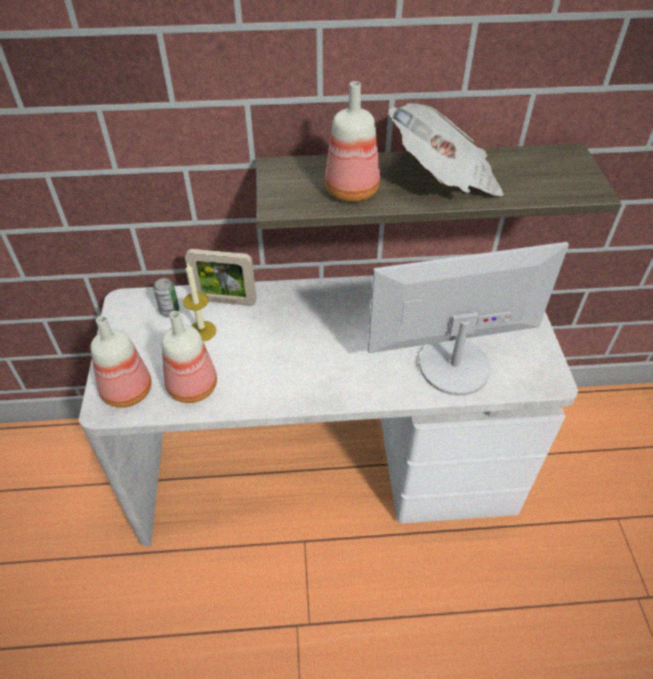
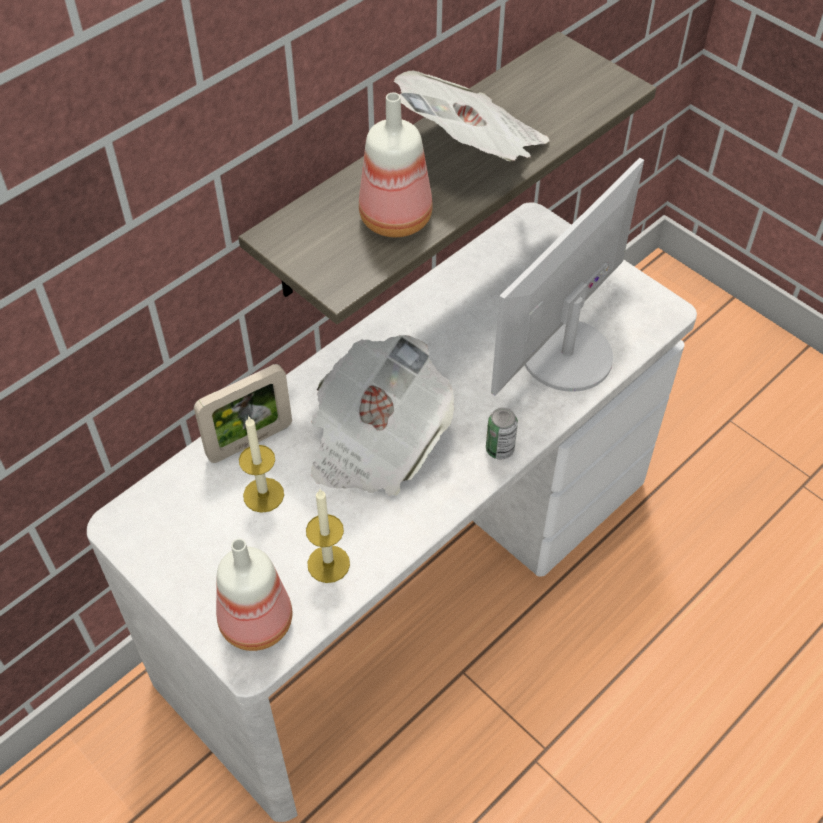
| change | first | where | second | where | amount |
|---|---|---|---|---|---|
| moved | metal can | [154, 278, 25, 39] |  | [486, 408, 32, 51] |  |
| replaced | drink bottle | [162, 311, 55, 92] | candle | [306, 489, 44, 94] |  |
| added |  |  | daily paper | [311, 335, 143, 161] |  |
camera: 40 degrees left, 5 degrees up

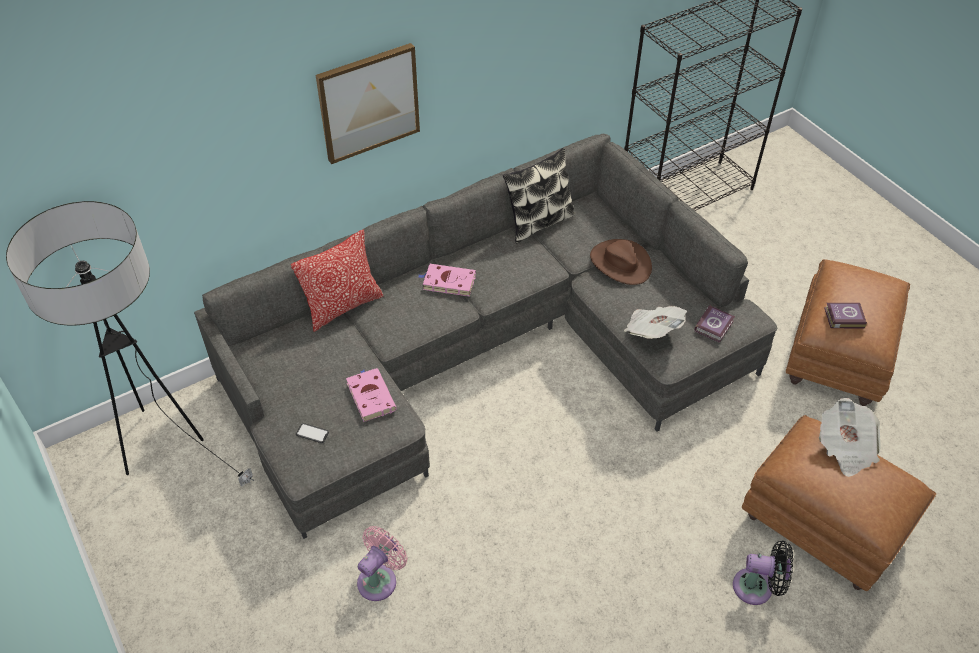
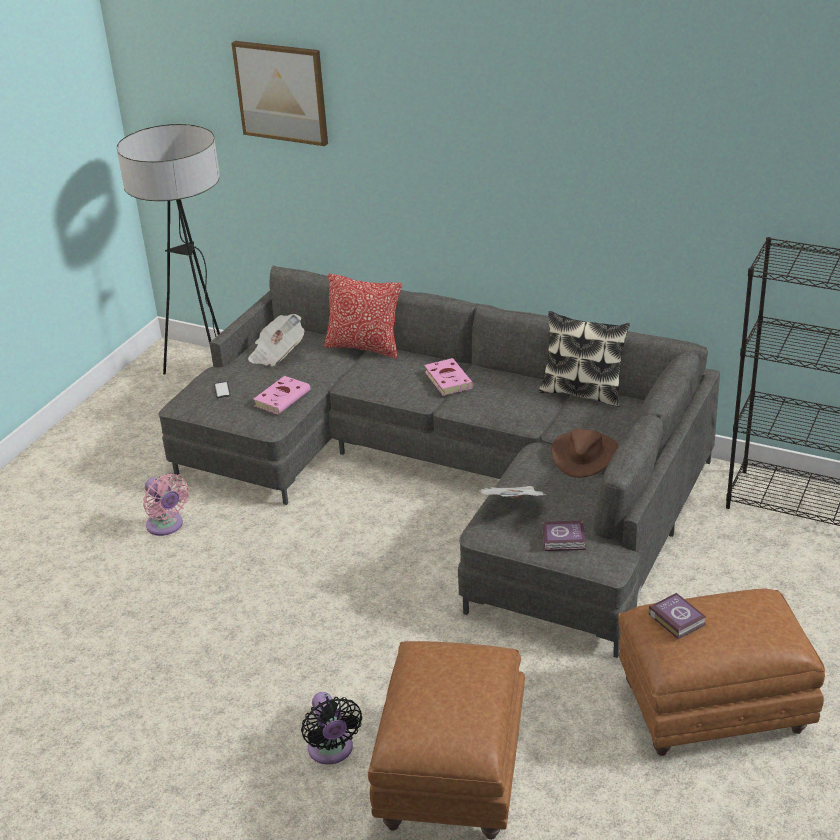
| change | first | where | second | where | amount |
|---|---|---|---|---|---|
| moved | wall picture | [316, 43, 104, 121] |  | [231, 41, 97, 105] |  |
| moved | daily paper | [819, 398, 62, 79] |  | [248, 314, 57, 52] |  |
| turned | fan in pink | [357, 526, 50, 75] |  | [143, 474, 46, 62] | 45 degrees clockwise |
camera: 60 degrees right, 15 degrees down

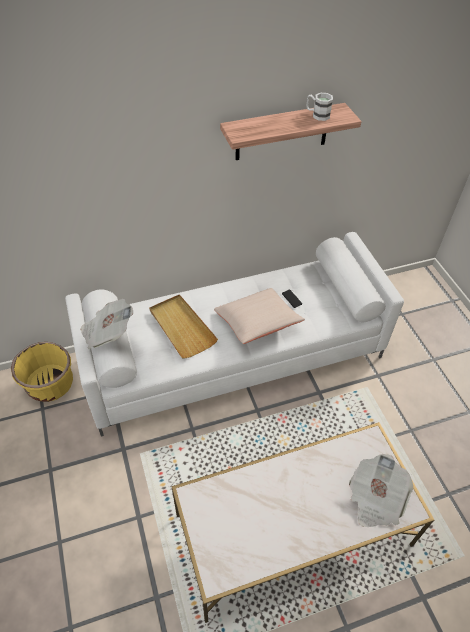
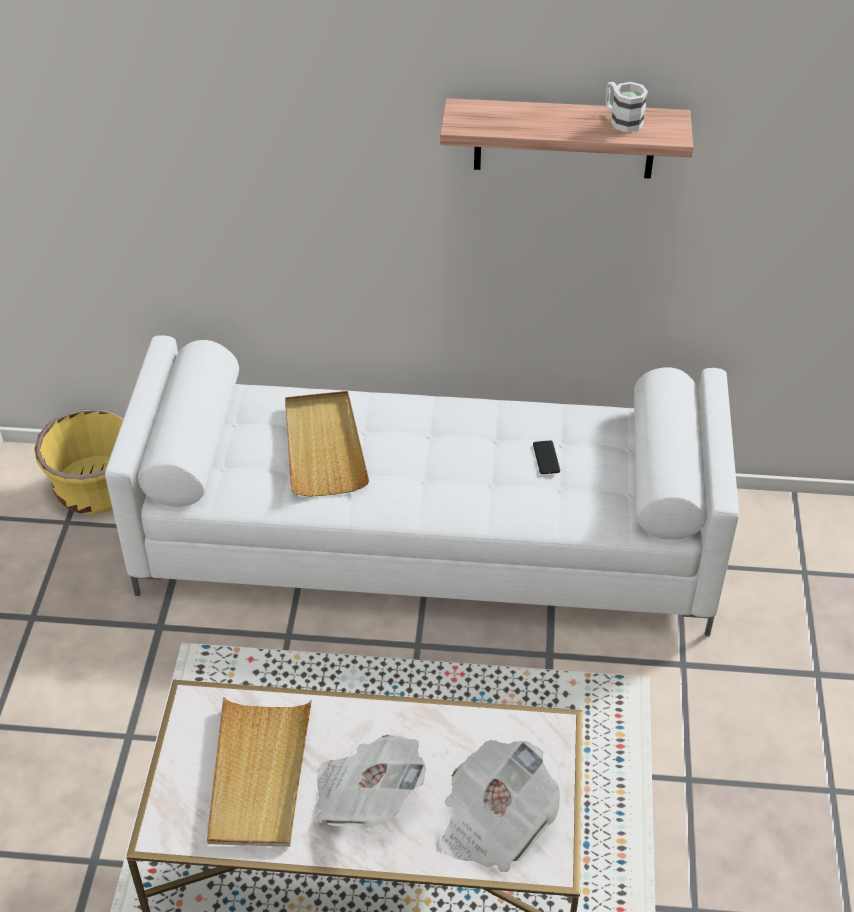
| change | first | where | second | where | amount |
|---|---|---|---|---|---|
| removed | throw pillow in beige-coloured | [214, 288, 91, 56] |  |  |  |
| moved | daily paper | [80, 299, 53, 50] |  | [316, 734, 110, 94] |  |
| added |  |  | tray in beige-coloured | [207, 697, 105, 150] |  |
camera: 25 degrees right, 5 degrees down

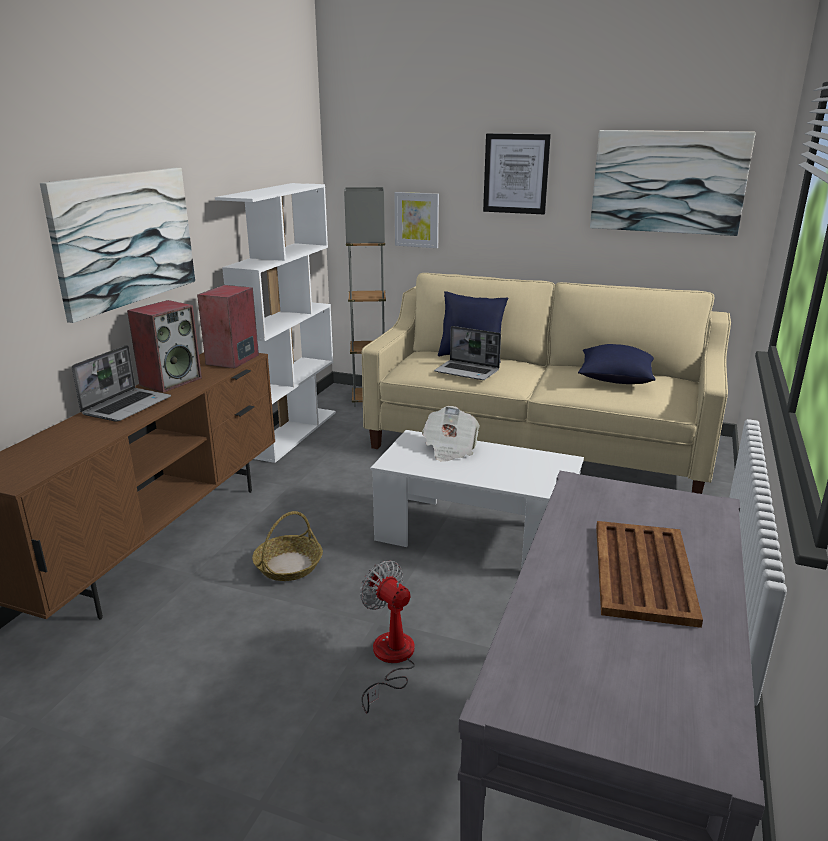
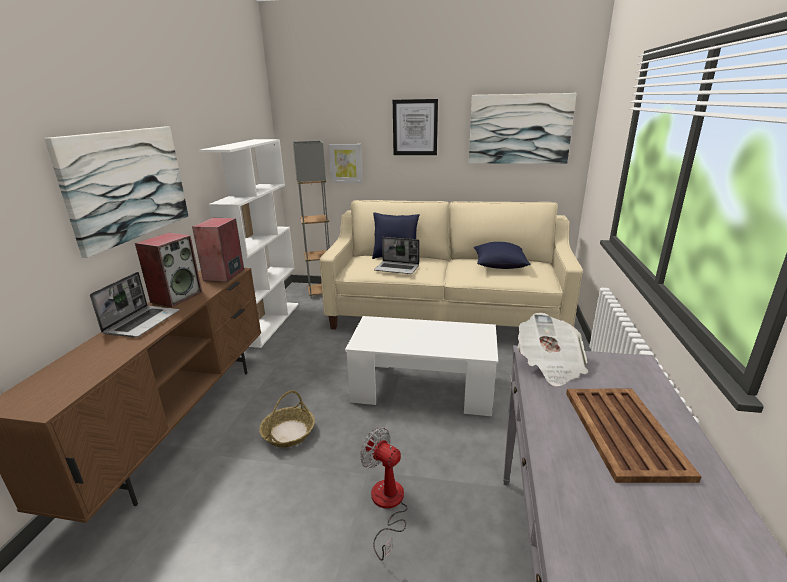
| change | first | where | second | where | amount |
|---|---|---|---|---|---|
| moved | daily paper | [422, 406, 58, 56] |  | [518, 313, 70, 74] |  |
camera: 10 degrees left, 0 degrees up

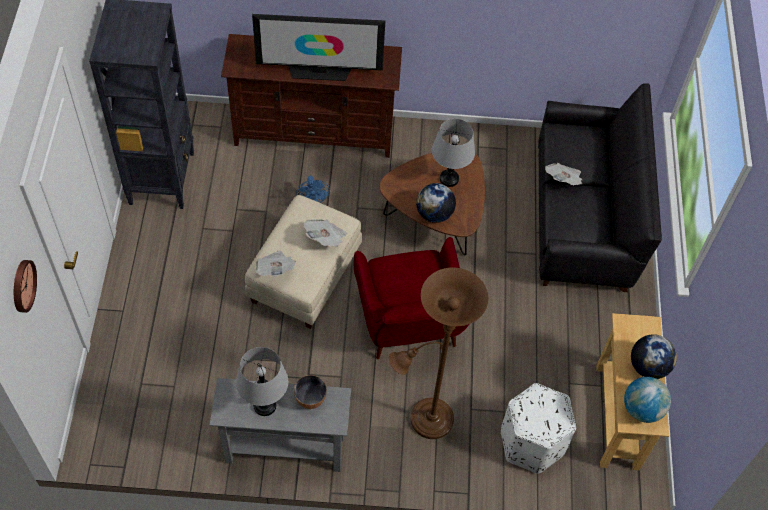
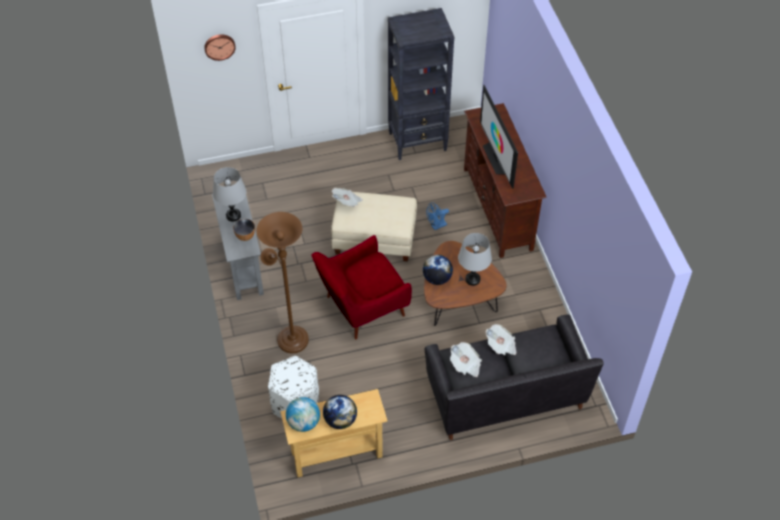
| change | first | where | second | where | amount |
|---|---|---|---|---|---|
| moved | daily paper | [303, 219, 44, 28] |  | [450, 342, 32, 35] |  |
camera: 75 degrees right, 5 degrees down

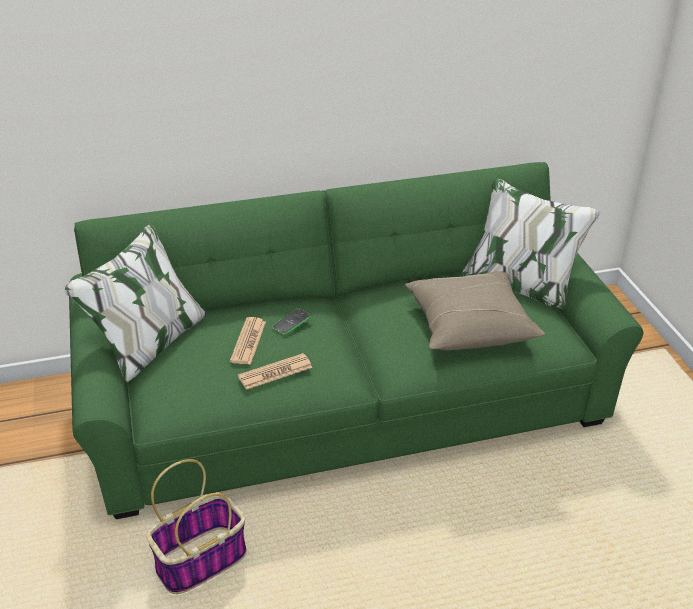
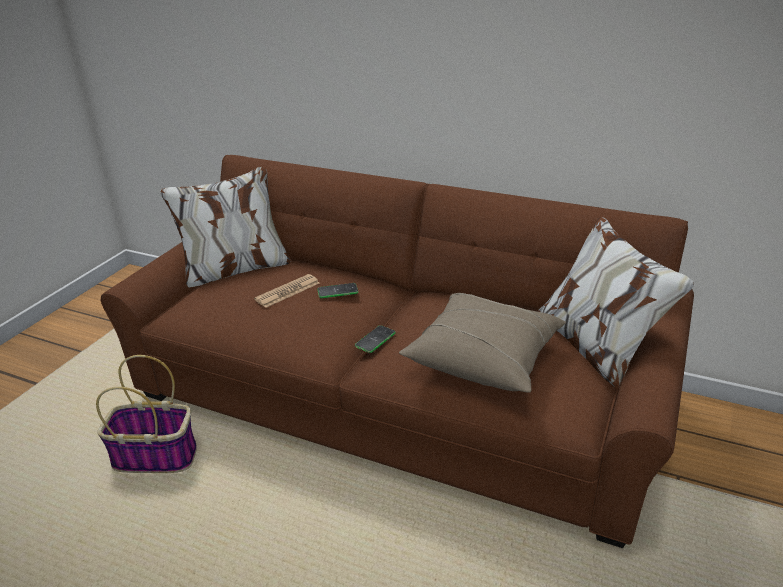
| change | first | where | second | where | amount |
|---|---|---|---|---|---|
| recoloured | sofa in green-coloured | [64, 162, 579, 357] | sofa in brown | [101, 155, 593, 393] |  |
| removed | daily paper | [238, 353, 74, 37] |  |  |  |
| added |  |  | handset | [355, 325, 41, 28] |  |
camera: 40 degrees right, 5 degrees down

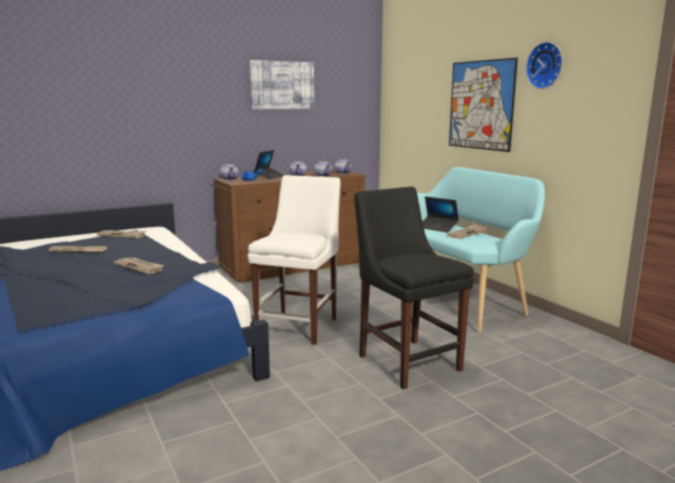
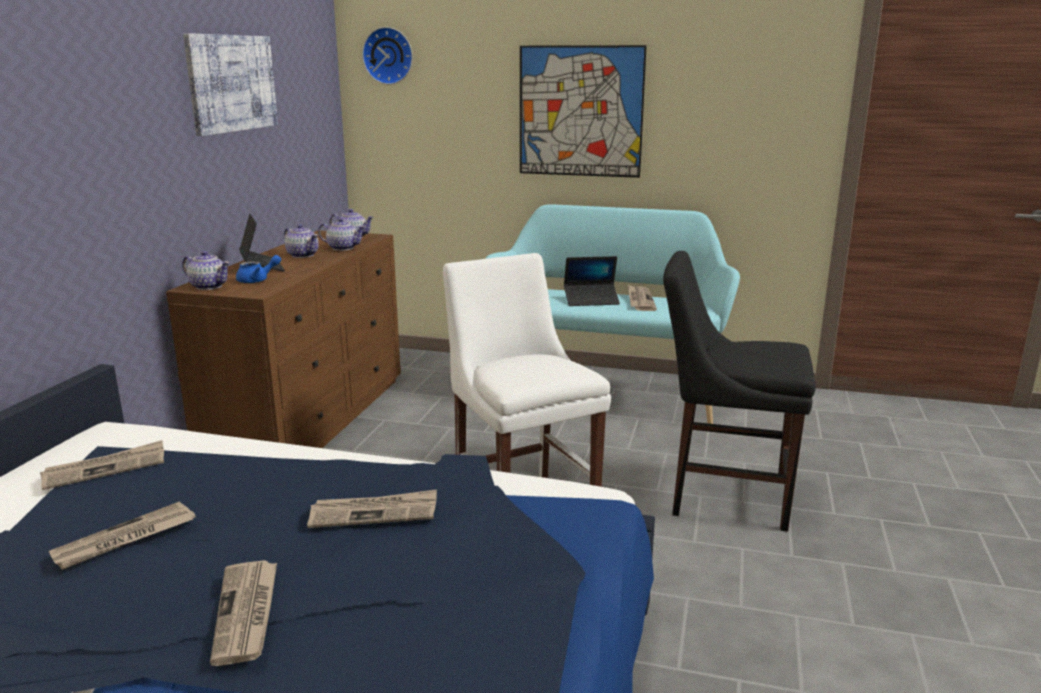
| change | first | where | second | where | amount |
|---|---|---|---|---|---|
| moved | wall clock | [526, 42, 37, 47] |  | [362, 27, 51, 58] |  |
| added |  |  | daily paper | [210, 560, 67, 106] |  |
camera: 45 degrees left, 5 degrees up

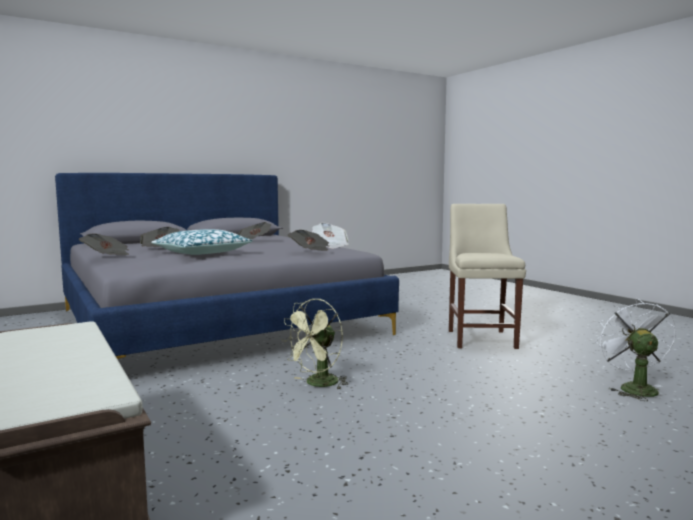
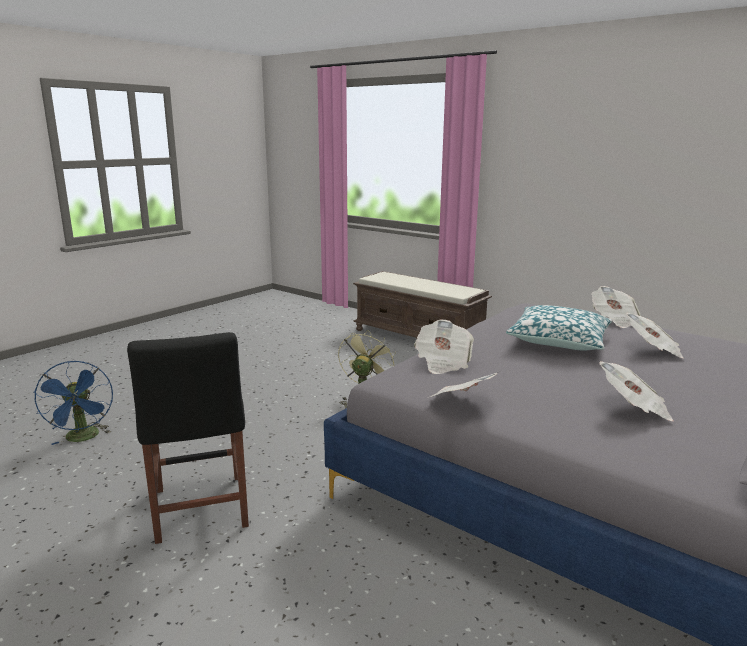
| change | first | where | second | where | amount |
|---|---|---|---|---|---|
| recoloured | chair in beige-coloured | [449, 204, 77, 145] | chair in black-coloured | [127, 332, 122, 212] |  |
| recoloured | fan in whitish | [596, 299, 80, 102] | fan in blue | [34, 361, 79, 84] |  |
camera: 160 degrees right, 10 degrees up

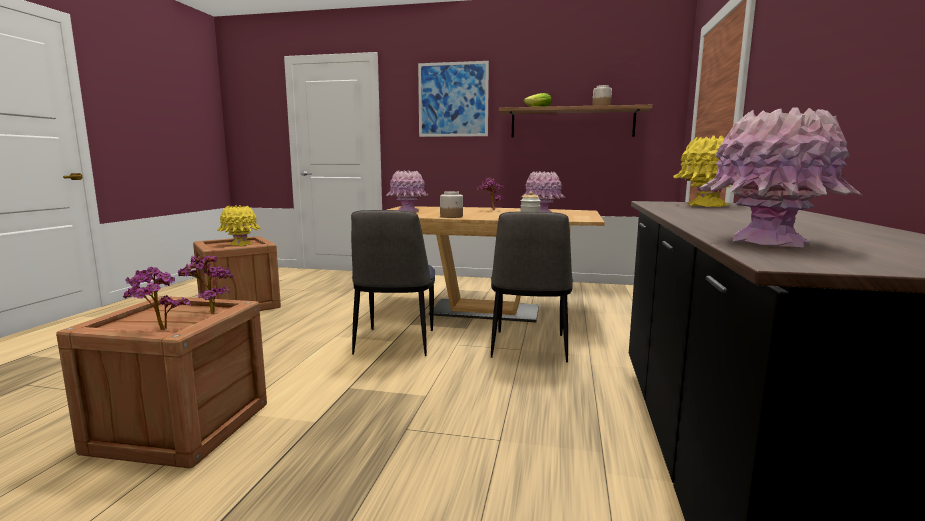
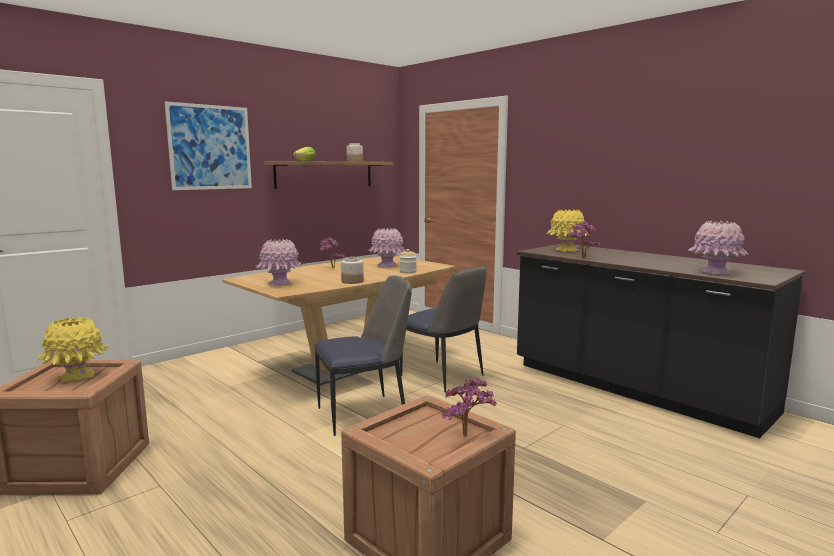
| change | first | where | second | where | amount |
|---|---|---|---|---|---|
| turned | chair | [351, 210, 84, 146] |  | [315, 276, 97, 160] | 60 degrees counterclockwise |
| moved | plant in a pot | [178, 255, 55, 59] |  | [567, 221, 33, 37] |  |
camera: 55 degrees left, 0 degrees up

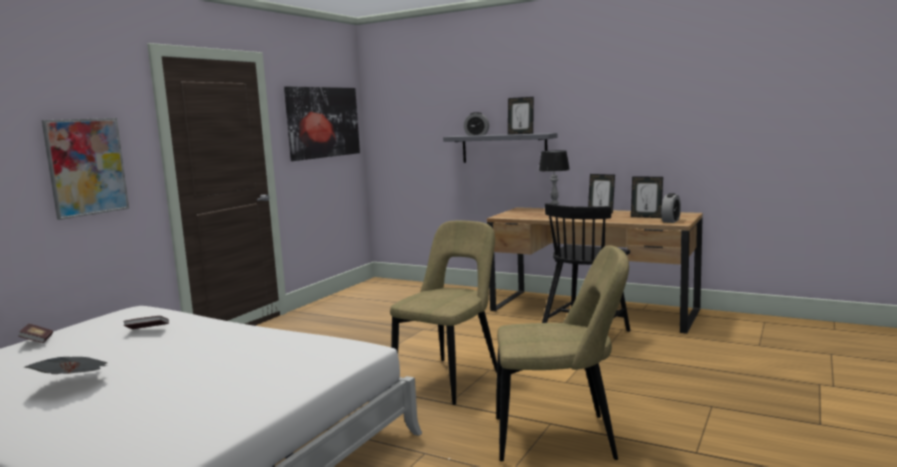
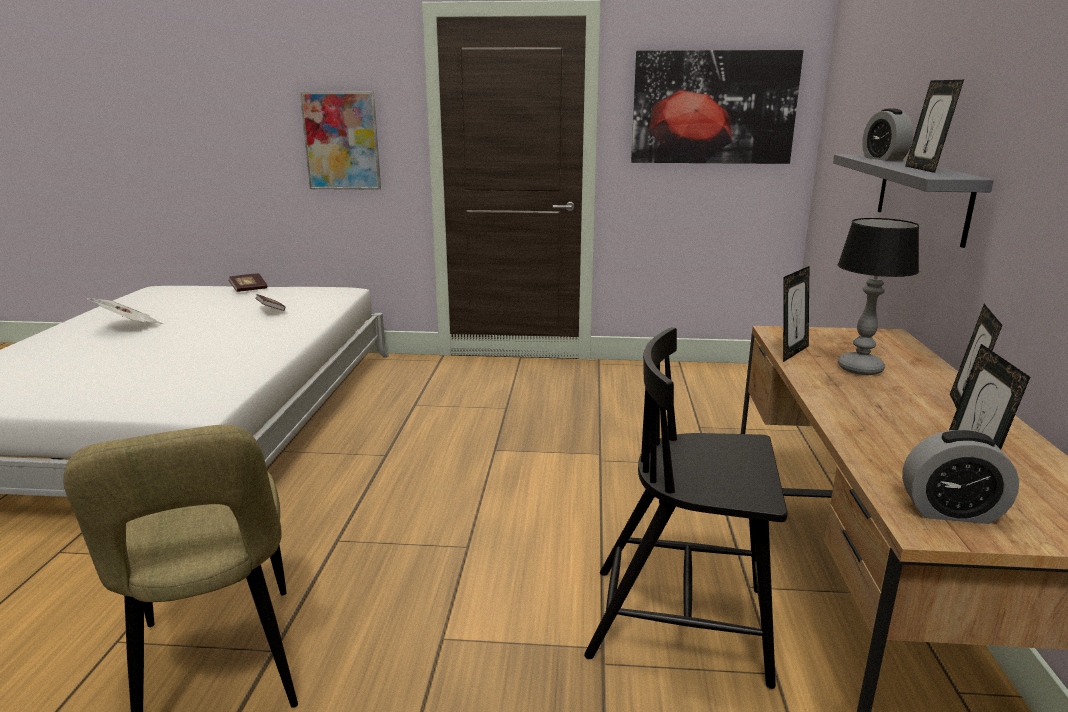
| change | first | where | second | where | amount |
|---|---|---|---|---|---|
| removed | chair in beige-coloured | [390, 221, 107, 184] |  |  |  |
| added |  |  | photo frame | [783, 266, 26, 96] |  |
camera: 65 degrees right, 10 degrees up

